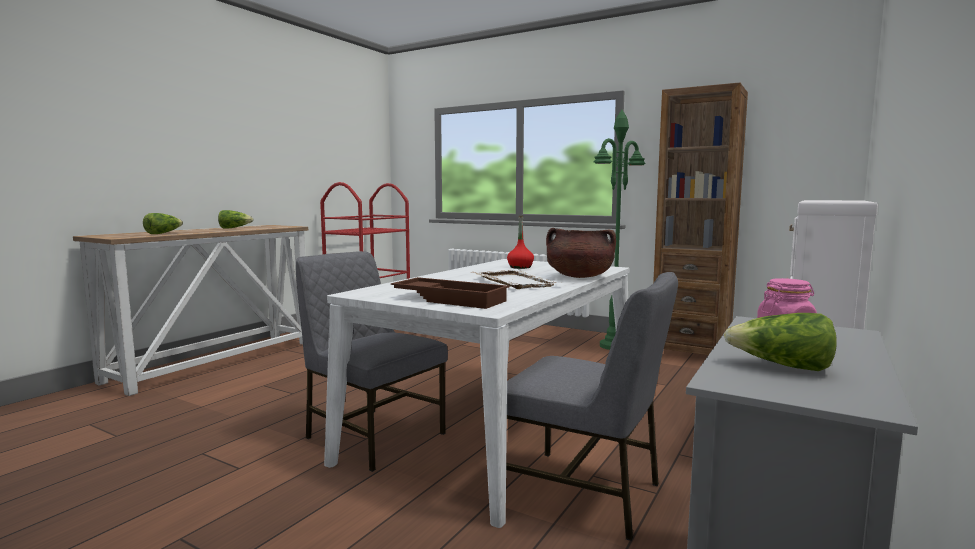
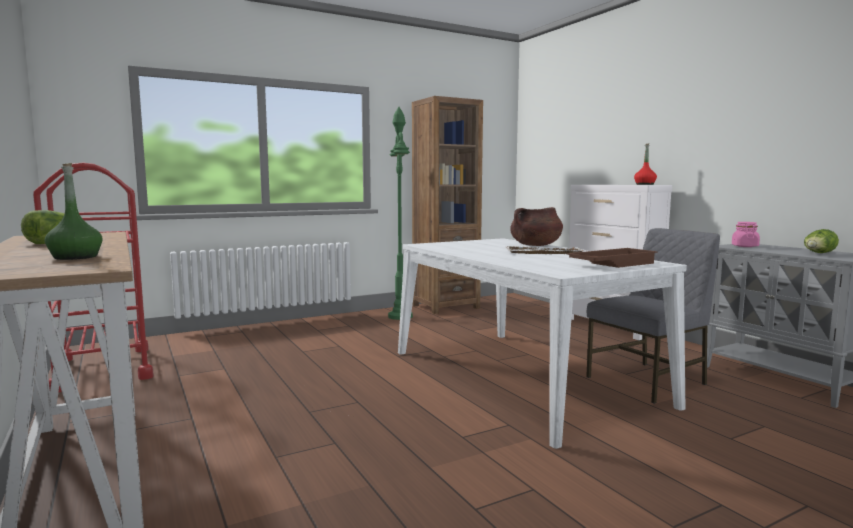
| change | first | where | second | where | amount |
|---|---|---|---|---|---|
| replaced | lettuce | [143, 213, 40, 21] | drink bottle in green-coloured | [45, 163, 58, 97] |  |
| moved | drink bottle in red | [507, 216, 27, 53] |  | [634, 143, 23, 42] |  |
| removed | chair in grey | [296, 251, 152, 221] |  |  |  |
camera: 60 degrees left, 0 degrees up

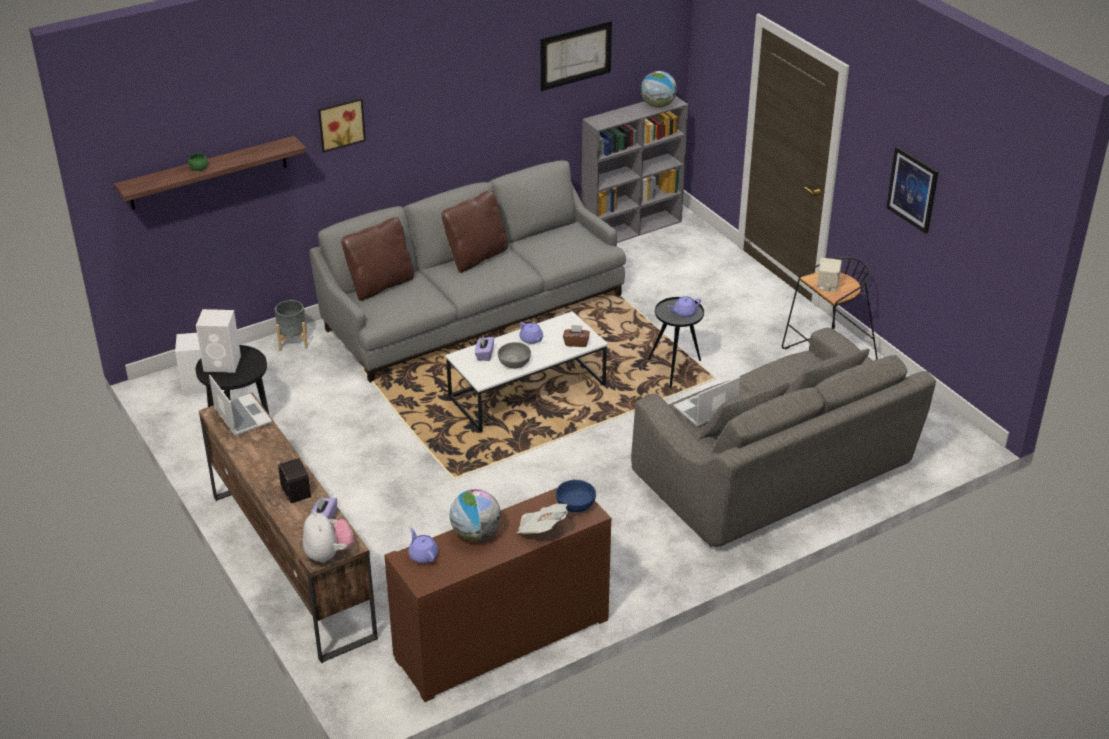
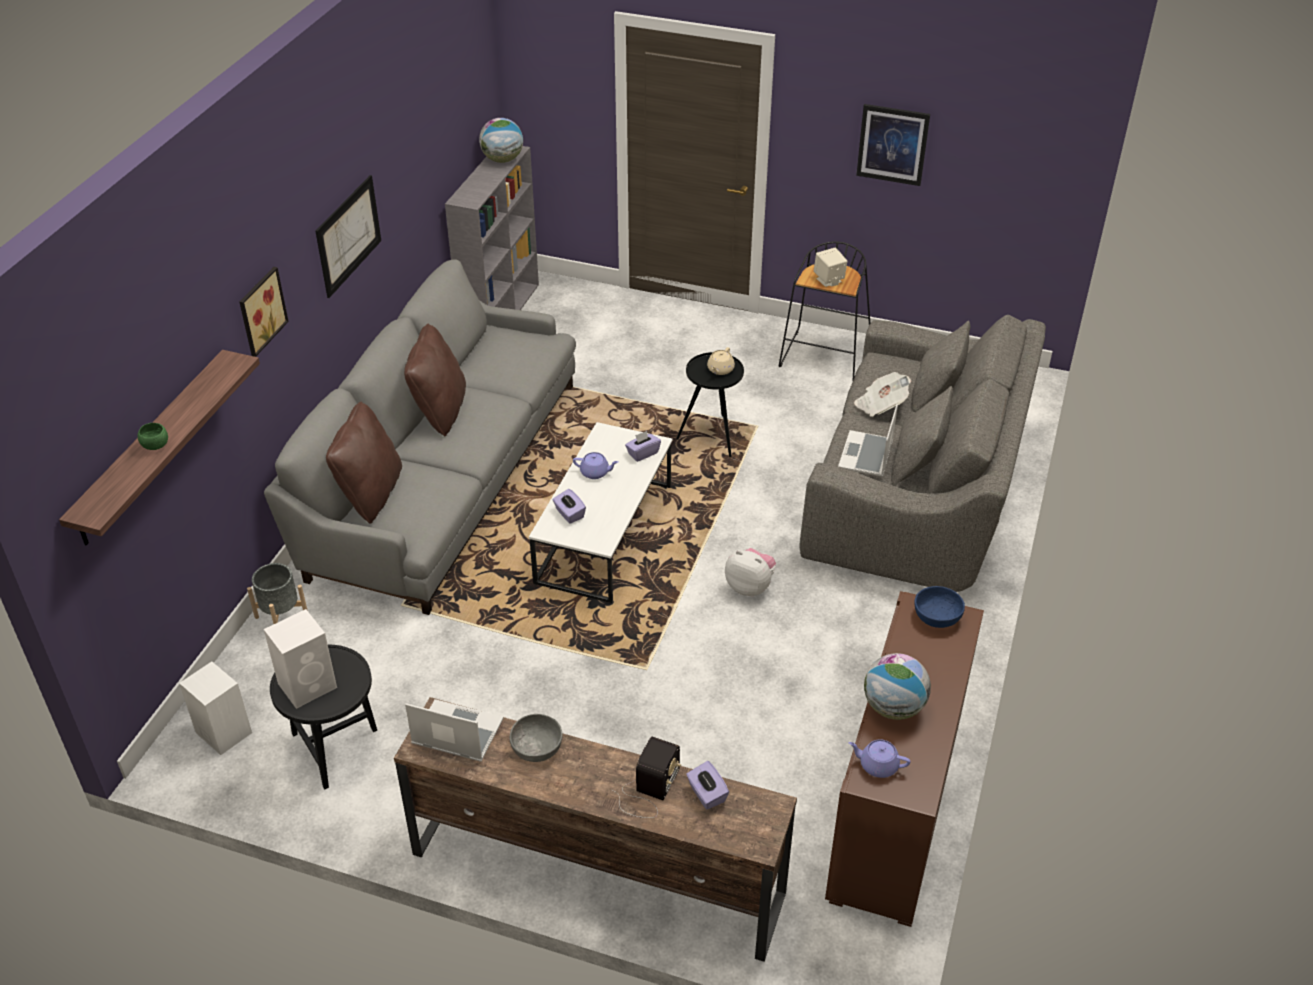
| change | first | where | second | where | amount |
|---|---|---|---|---|---|
| moved | wall picture | [540, 21, 72, 70] |  | [315, 175, 66, 123] |  |
| recoloured | pot for tea in purplish | [669, 296, 32, 22] | pot for tea in beige-coloured | [707, 347, 28, 28] |  |
| recoloured | tissue holder in brown | [563, 325, 27, 22] | tissue holder in purplish | [625, 431, 36, 31] |  |
| moved | deep dish in grey | [498, 342, 33, 27] |  | [509, 714, 54, 48] |  |
| turned | radio | [276, 458, 39, 58] |  | [612, 737, 69, 81] | 90 degrees clockwise |
| moved | daily paper | [517, 504, 51, 30] |  | [854, 372, 57, 45] |  |
| moved | soft toy | [303, 511, 51, 52] |  | [725, 548, 51, 48] |  |
camera: 40 degrees left, 5 degrees up

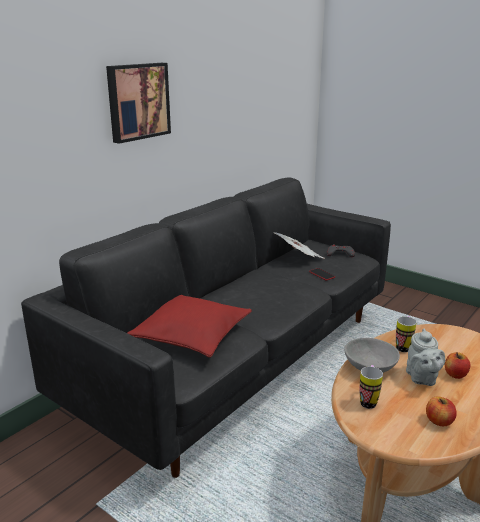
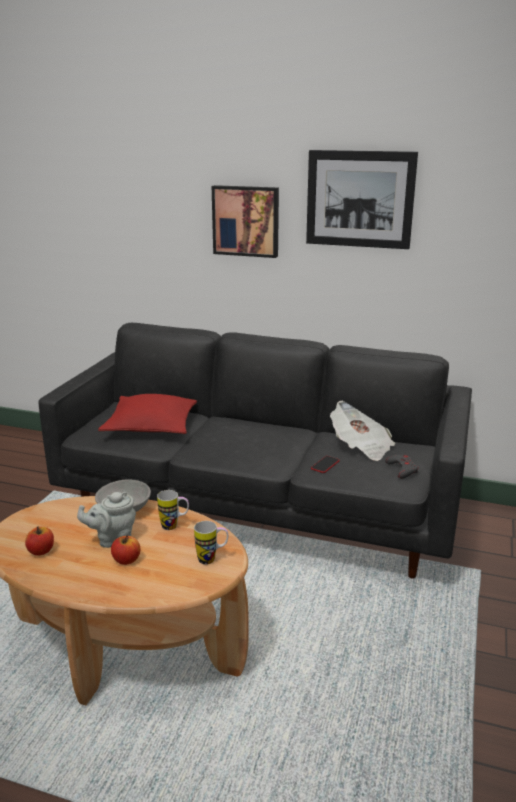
| change | first | where | second | where | amount |
|---|---|---|---|---|---|
| moved | tea mug | [359, 365, 24, 44] |  | [194, 521, 34, 44] |  |
| added |  |  | wall picture | [306, 150, 112, 99] |  |
camera: 70 degrees right, 0 degrees up

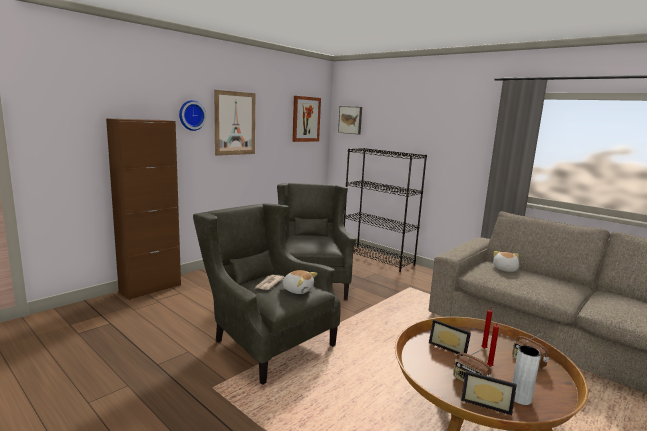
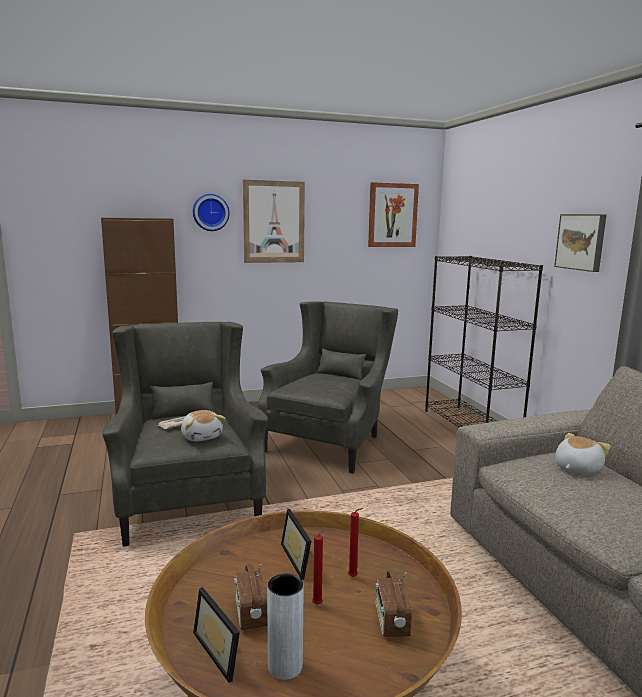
| change | first | where | second | where | amount |
|---|---|---|---|---|---|
| moved | wall picture | [338, 106, 24, 28] |  | [554, 214, 53, 58] |  |
camera: 30 degrees right, 0 degrees up

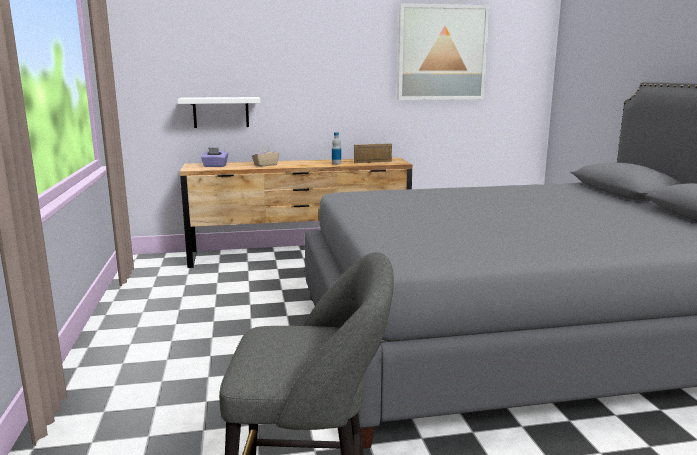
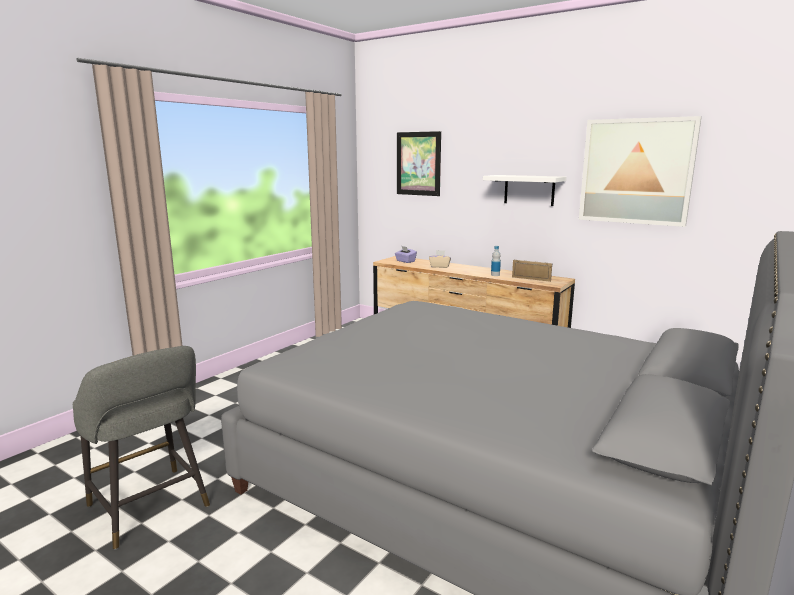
| change | first | where | second | where | amount |
|---|---|---|---|---|---|
| moved | shelf in whitish | [177, 97, 83, 31] |  | [483, 175, 84, 31] |  |
| added |  |  | wall picture | [397, 131, 44, 65] |  |
camera: 45 degrees right, 0 degrees up

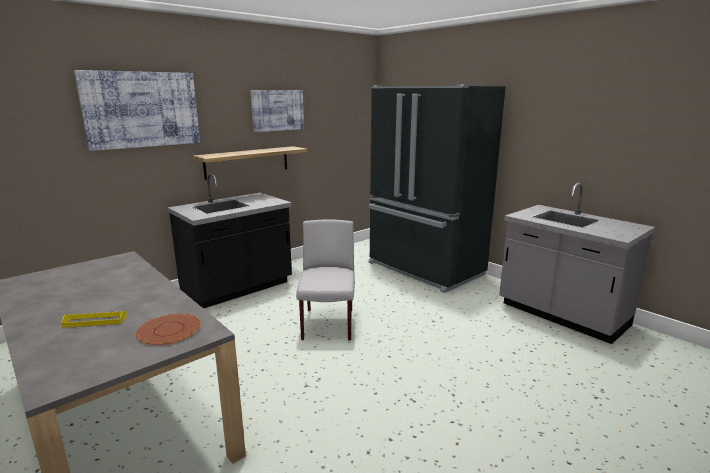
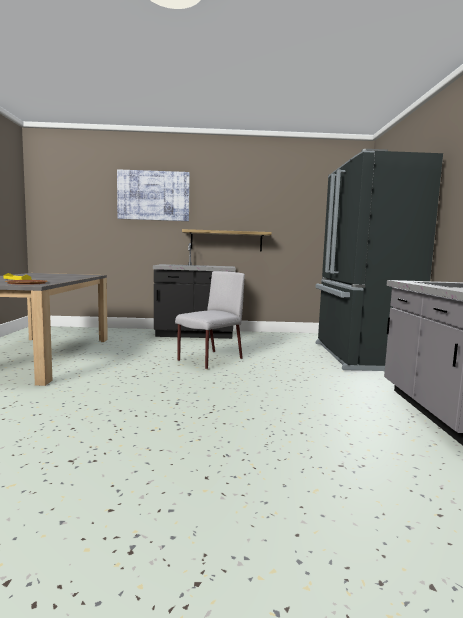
| change | first | where | second | where | amount |
|---|---|---|---|---|---|
| removed | wall picture | [251, 90, 53, 42] |  |  |  |
camera: 40 degrees right, 10 degrees down

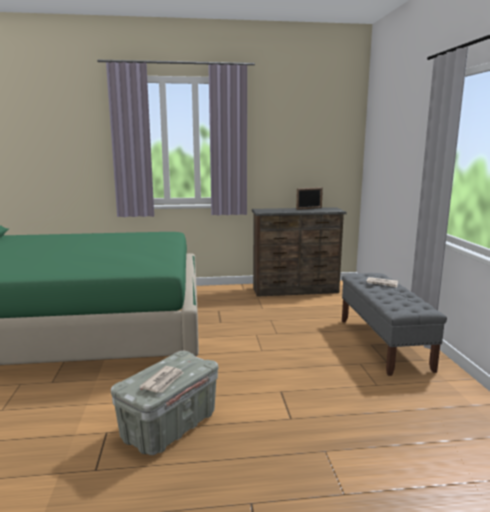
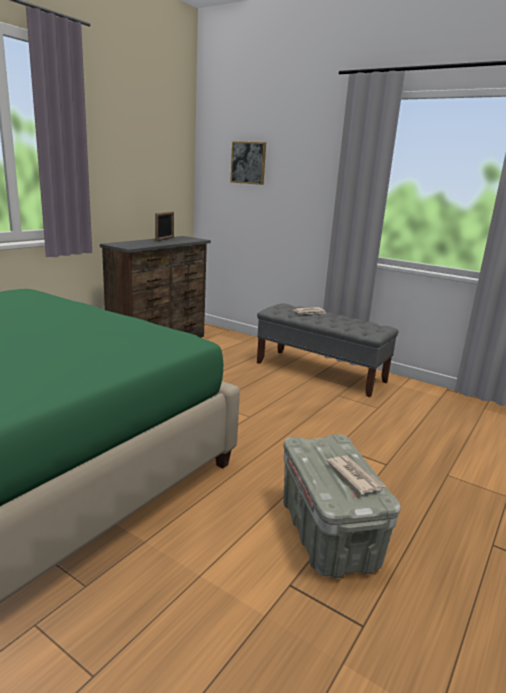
| change | first | where | second | where | amount |
|---|---|---|---|---|---|
| added |  |  | wall picture | [230, 141, 36, 44] |  |
camera: 50 degrees left, 5 degrees up

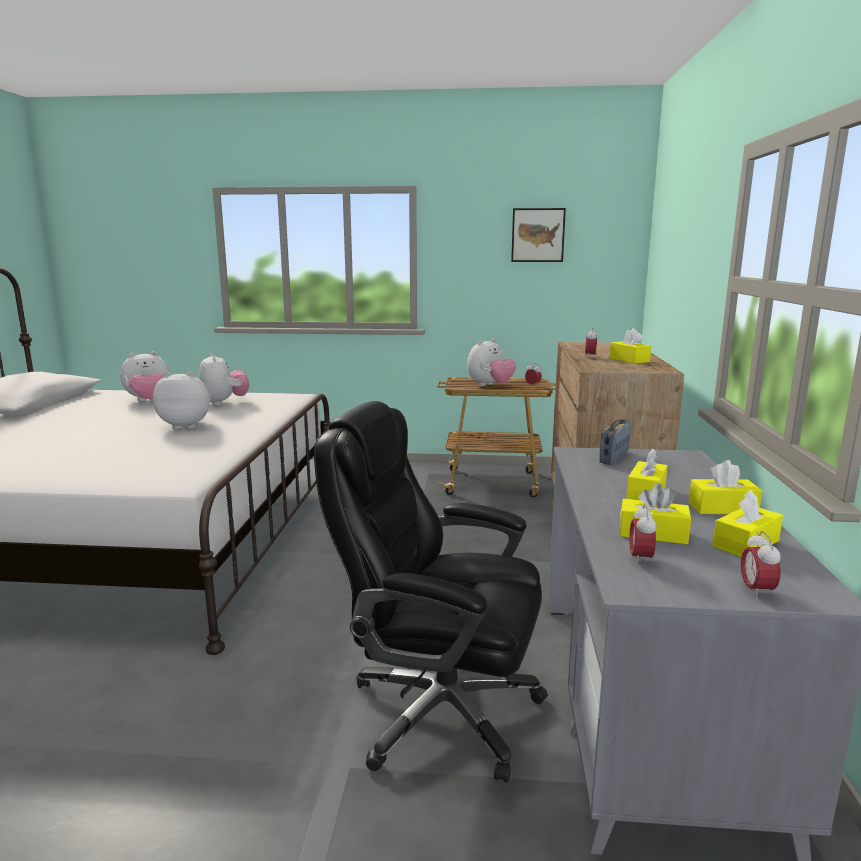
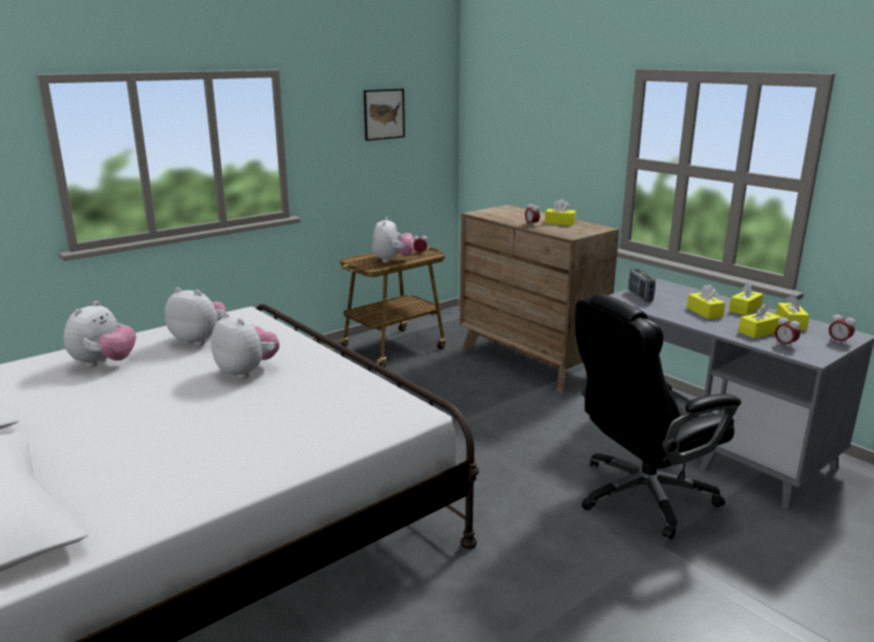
| change | first | where | second | where | amount |
|---|---|---|---|---|---|
| turned | soft toy | [153, 372, 58, 57] |  | [211, 312, 69, 67] | 90 degrees clockwise |
camera: 45 degrees left, 5 degrees up

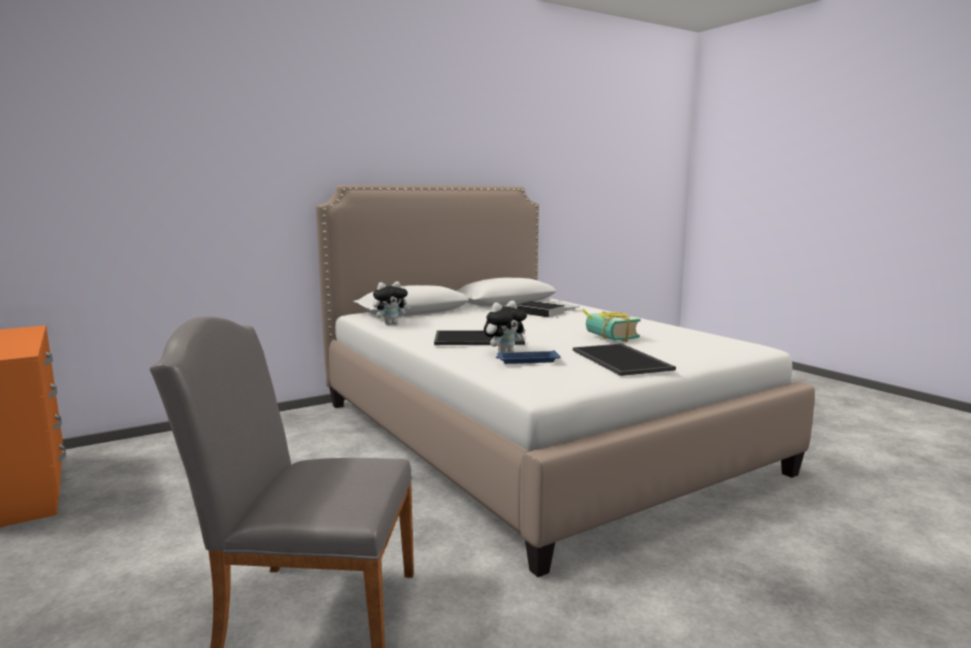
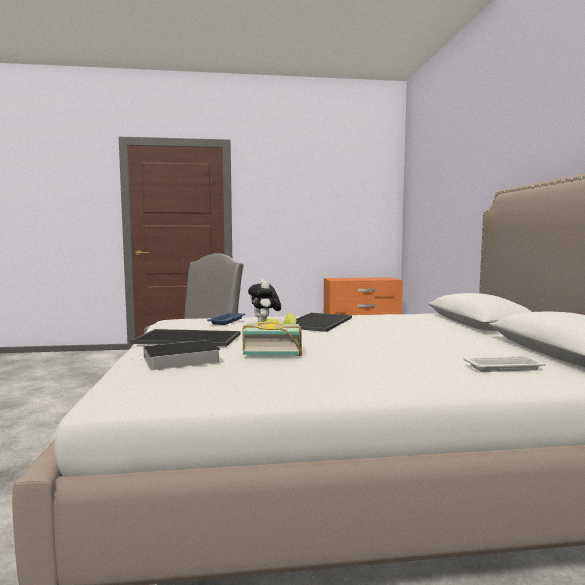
| change | first | where | second | where | amount |
|---|---|---|---|---|---|
| removed | soft toy | [373, 281, 38, 44] |  |  |  |
| moved | volume | [516, 301, 49, 16] |  | [132, 340, 89, 30] |  |
camera: 115 degrees right, 5 degrees down

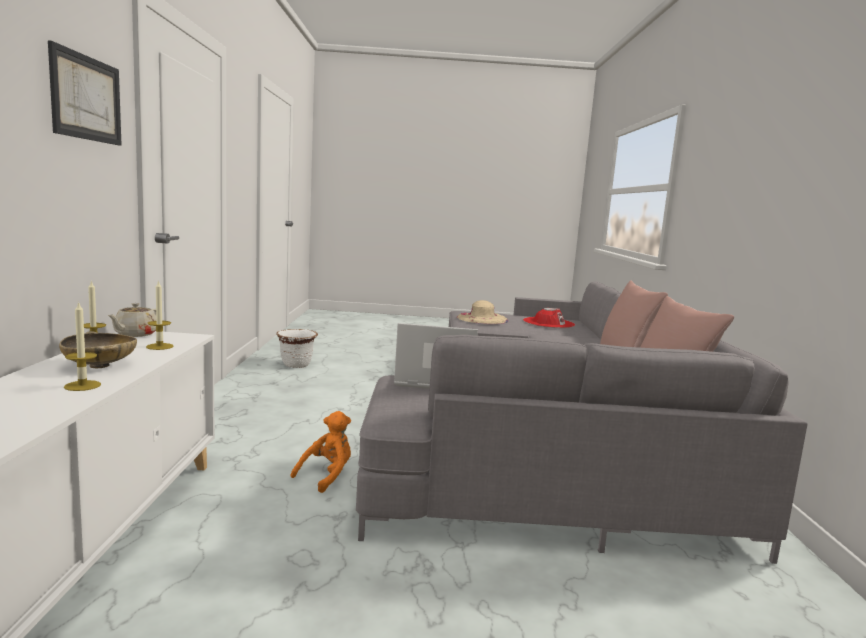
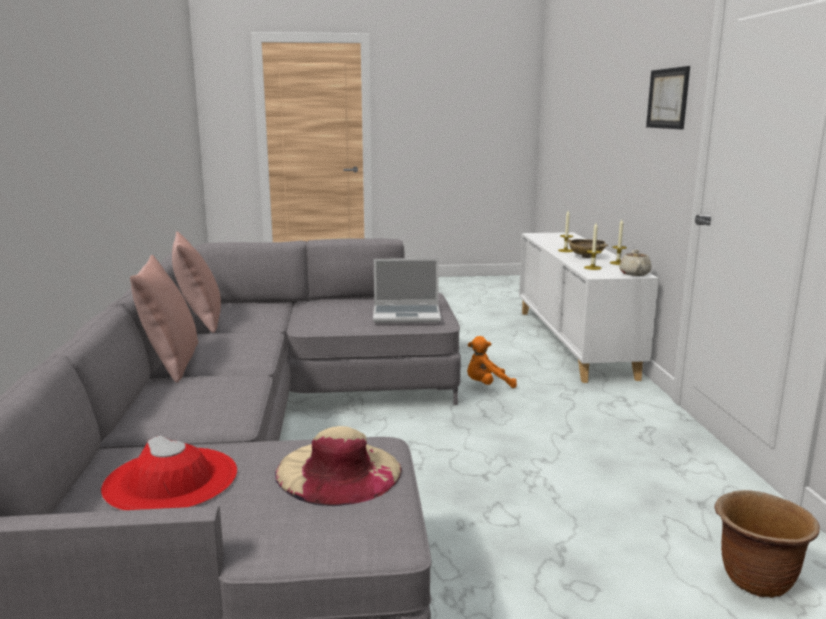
| change | first | where | second | where | amount |
|---|---|---|---|---|---|
| recoloured | plant pot in whitish | [276, 329, 42, 39] | plant pot in brown | [715, 490, 105, 108] |  |
| turned | soft toy in orangey | [291, 411, 60, 82] |  | [467, 336, 50, 52] | 45 degrees clockwise |
camera: 175 degrees right, 5 degrees up

